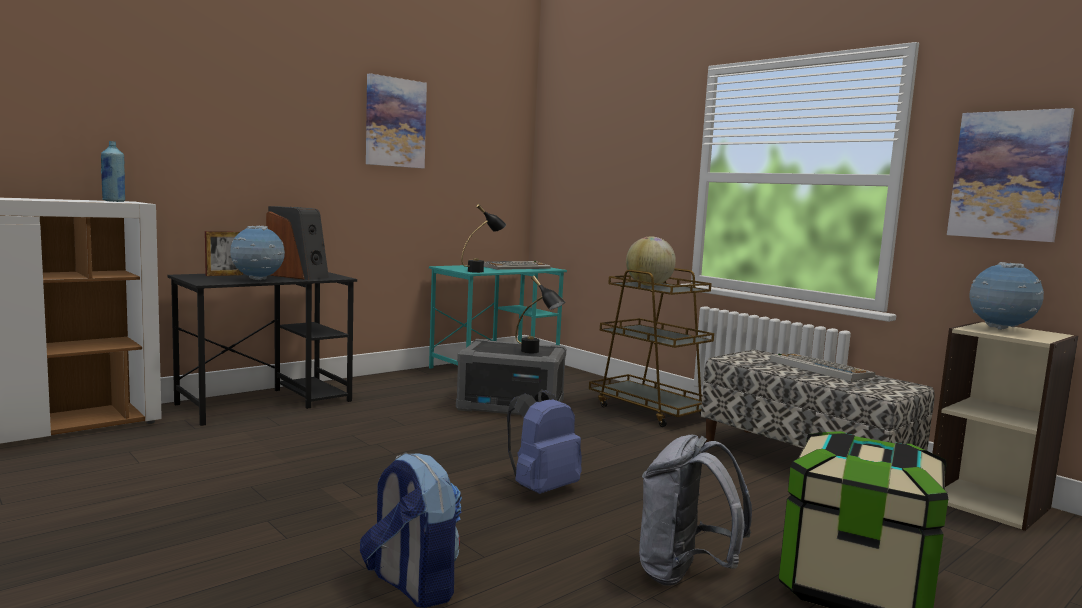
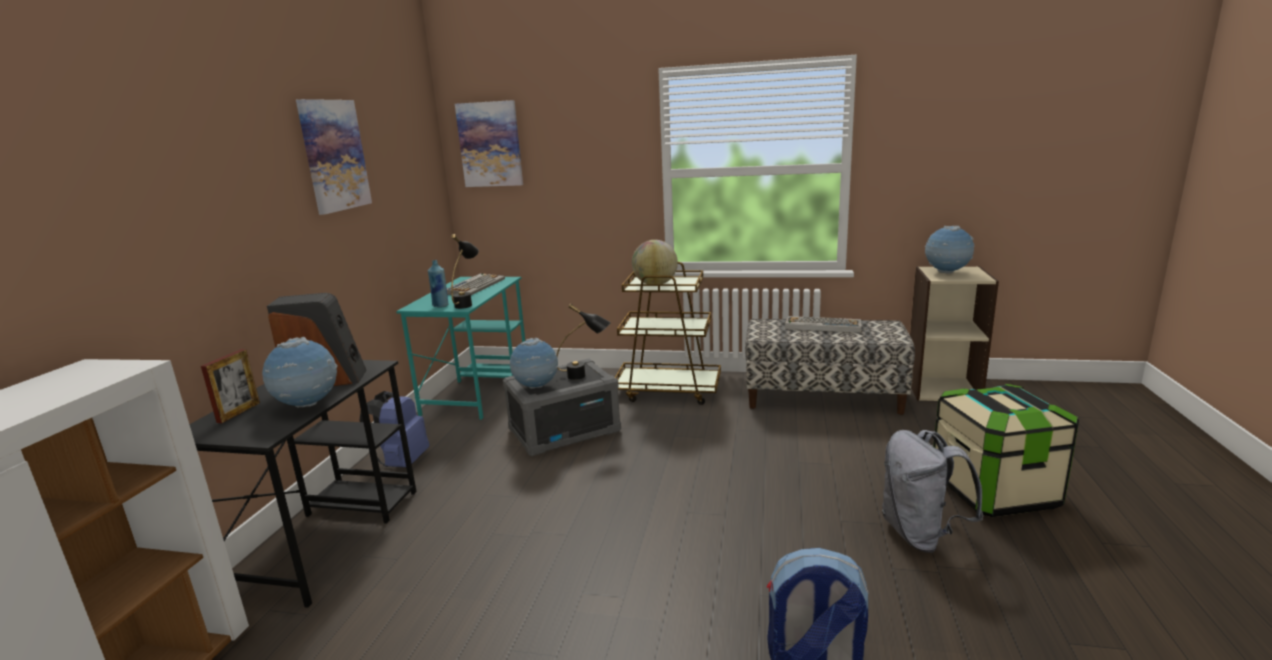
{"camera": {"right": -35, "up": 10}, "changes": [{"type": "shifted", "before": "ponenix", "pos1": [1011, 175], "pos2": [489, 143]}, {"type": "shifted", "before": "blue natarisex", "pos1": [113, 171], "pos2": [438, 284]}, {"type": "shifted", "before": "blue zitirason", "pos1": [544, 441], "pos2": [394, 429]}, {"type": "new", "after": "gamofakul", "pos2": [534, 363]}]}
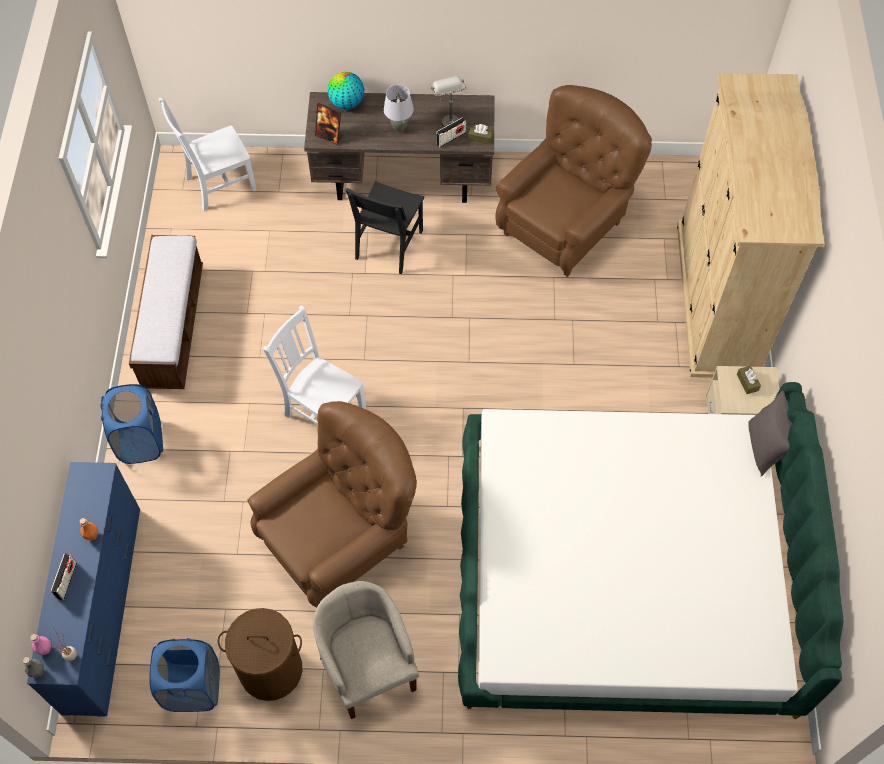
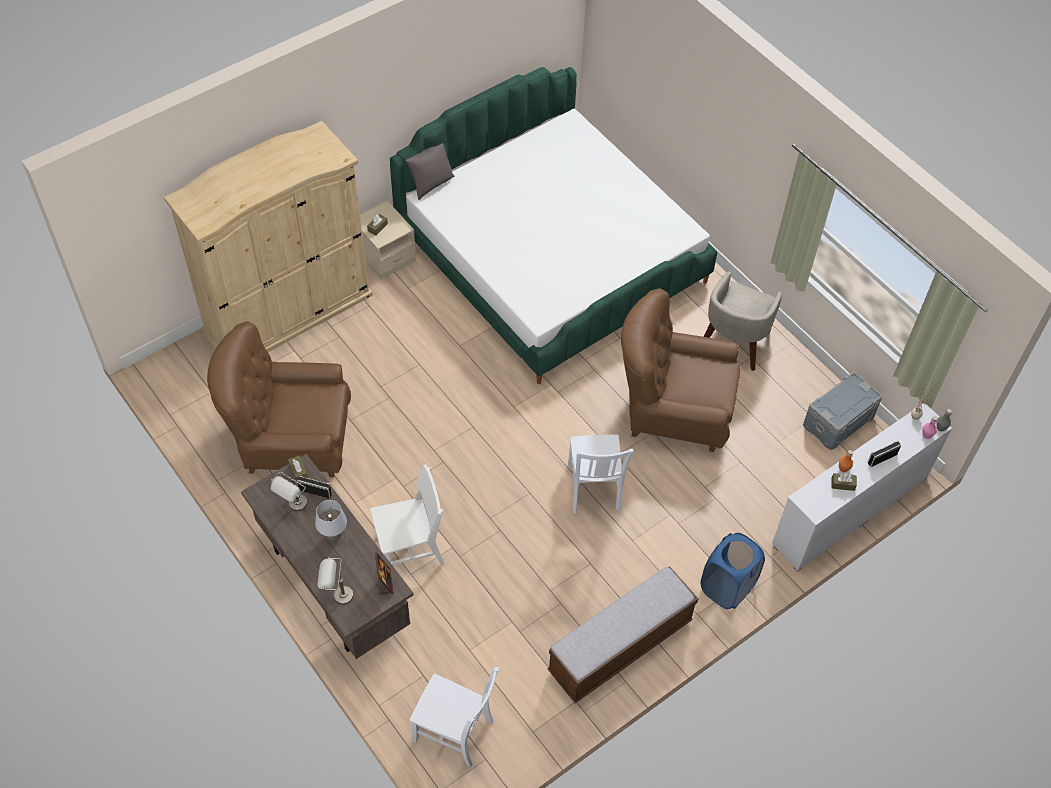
{"camera": {"right": -130, "up": -5}, "changes": [{"type": "swapped", "before": "gamofakul", "after": "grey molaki", "pos1": [346, 91], "pos2": [335, 580]}, {"type": "repainted", "before": "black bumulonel", "after": "white bumulonel", "pos1": [385, 227], "pos2": [407, 514]}, {"type": "repainted", "before": "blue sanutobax", "after": "white sanutobax", "pos1": [83, 589], "pos2": [862, 487]}, {"type": "gone", "before": "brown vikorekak", "pos1": [260, 654]}, {"type": "swapped", "before": "blue vikorekak", "after": "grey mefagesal", "pos1": [184, 675], "pos2": [842, 411]}, {"type": "new", "after": "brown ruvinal", "pos2": [844, 482]}]}
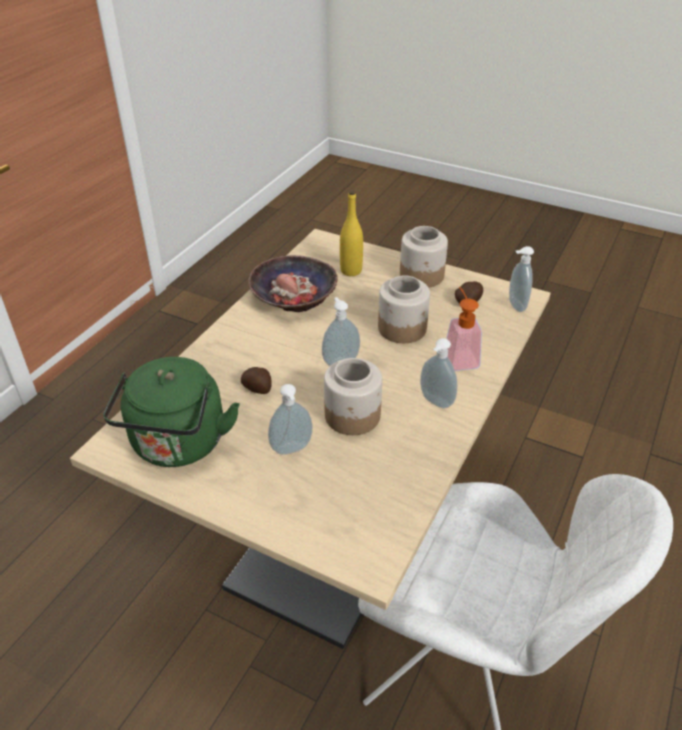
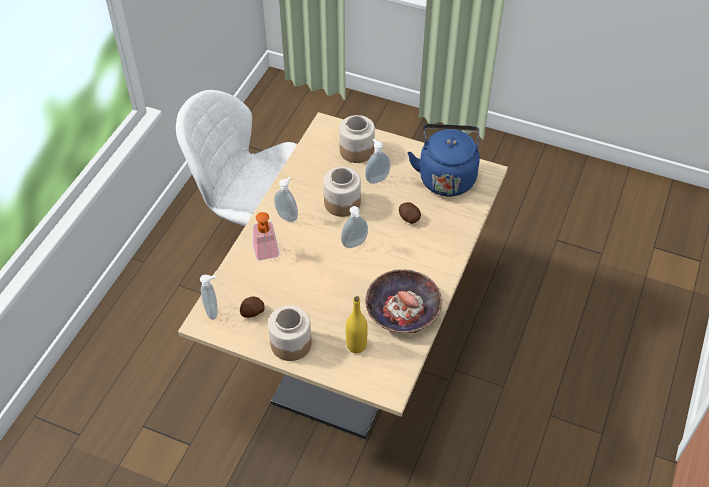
{"camera": {"right": 175, "up": 10}, "changes": [{"type": "shifted", "before": "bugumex", "pos1": [404, 309], "pos2": [357, 139]}, {"type": "repainted", "before": "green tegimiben", "after": "blue tegimiben", "pos1": [171, 412], "pos2": [444, 160]}]}
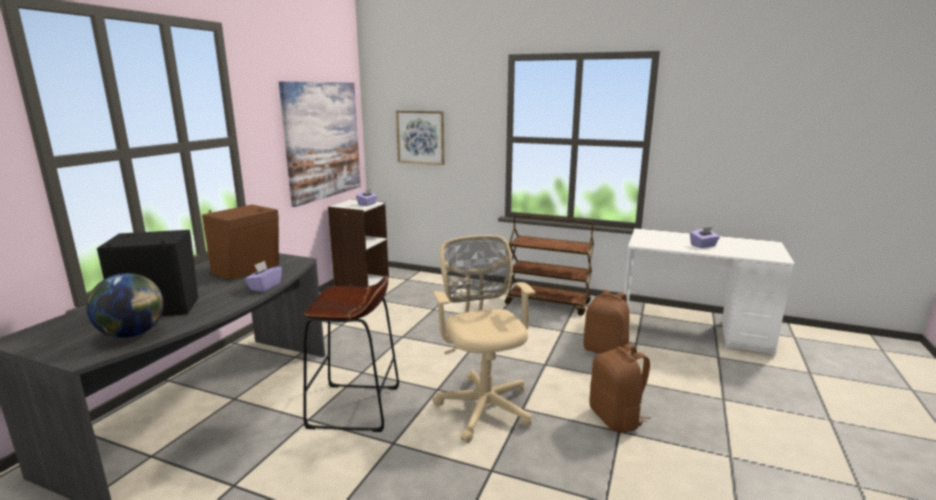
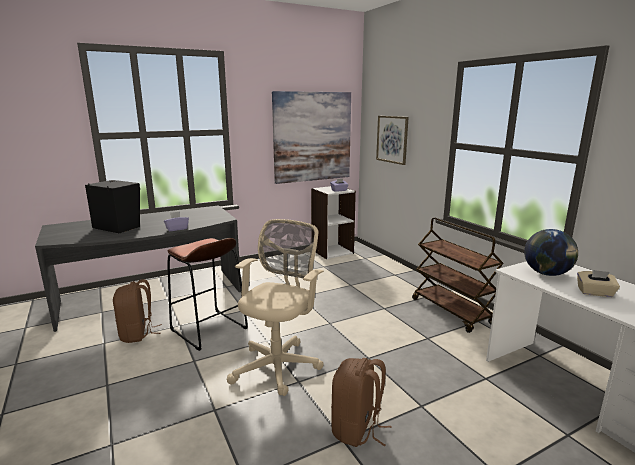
{"camera": {"right": 40, "up": 0}, "changes": [{"type": "gone", "before": "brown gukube", "pos1": [240, 241]}, {"type": "repainted", "before": "purple ruvinal", "after": "beige ruvinal", "pos1": [705, 237], "pos2": [598, 283]}, {"type": "shifted", "before": "gamofakul", "pos1": [125, 305], "pos2": [551, 252]}, {"type": "shifted", "before": "brown zitirason", "pos1": [607, 322], "pos2": [137, 311]}]}
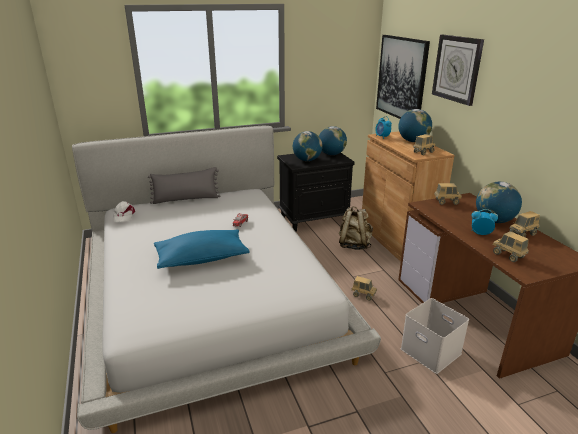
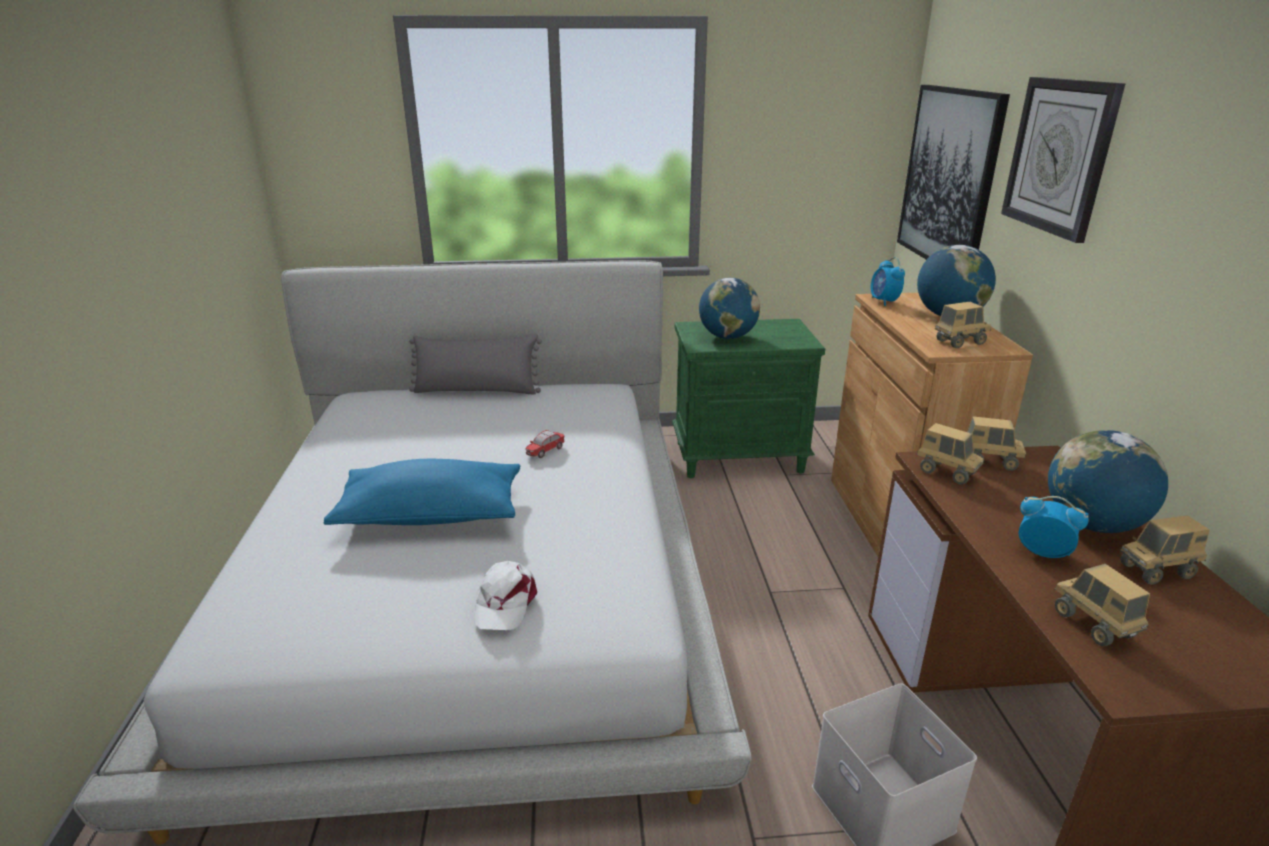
{"camera": {"right": 15, "up": 0}, "changes": [{"type": "gone", "before": "gamofakul", "pos1": [333, 140]}, {"type": "repainted", "before": "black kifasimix", "after": "green kifasimix", "pos1": [316, 191], "pos2": [748, 398]}, {"type": "shifted", "before": "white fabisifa", "pos1": [124, 211], "pos2": [505, 595]}, {"type": "gone", "before": "beige zitirason", "pos1": [356, 228]}, {"type": "shifted", "before": "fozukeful", "pos1": [364, 288], "pos2": [950, 453]}]}
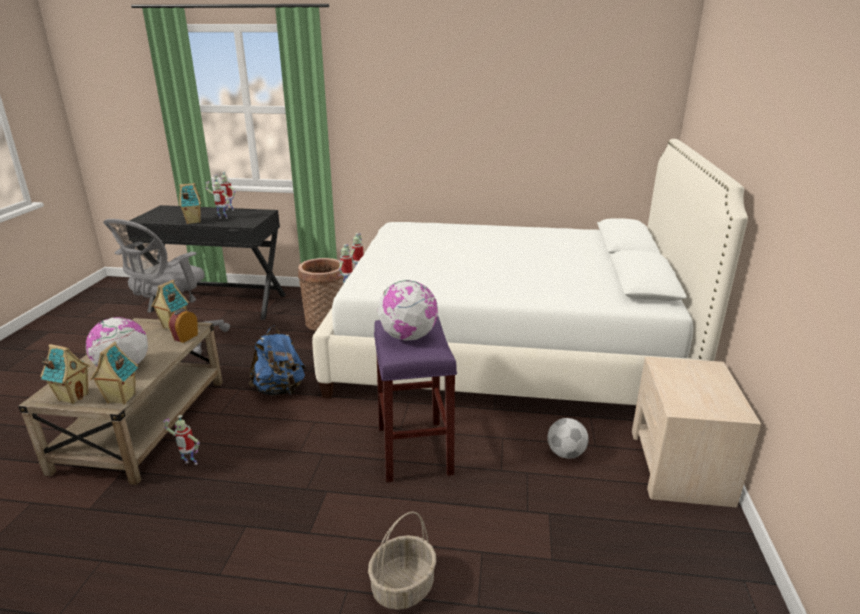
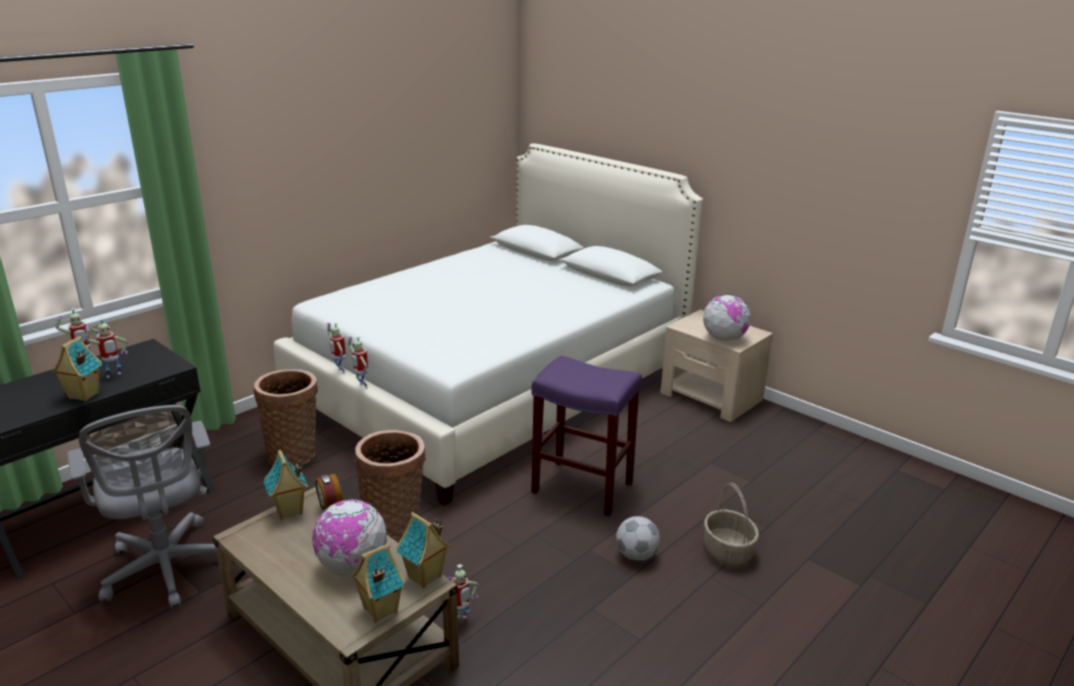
{"camera": {"right": -55, "up": 0}, "changes": [{"type": "shifted", "before": "gamofakul", "pos1": [408, 310], "pos2": [727, 317]}, {"type": "swapped", "before": "blue zitirason", "after": "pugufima", "pos1": [277, 361], "pos2": [390, 486]}, {"type": "shifted", "before": "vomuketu", "pos1": [568, 438], "pos2": [638, 538]}]}
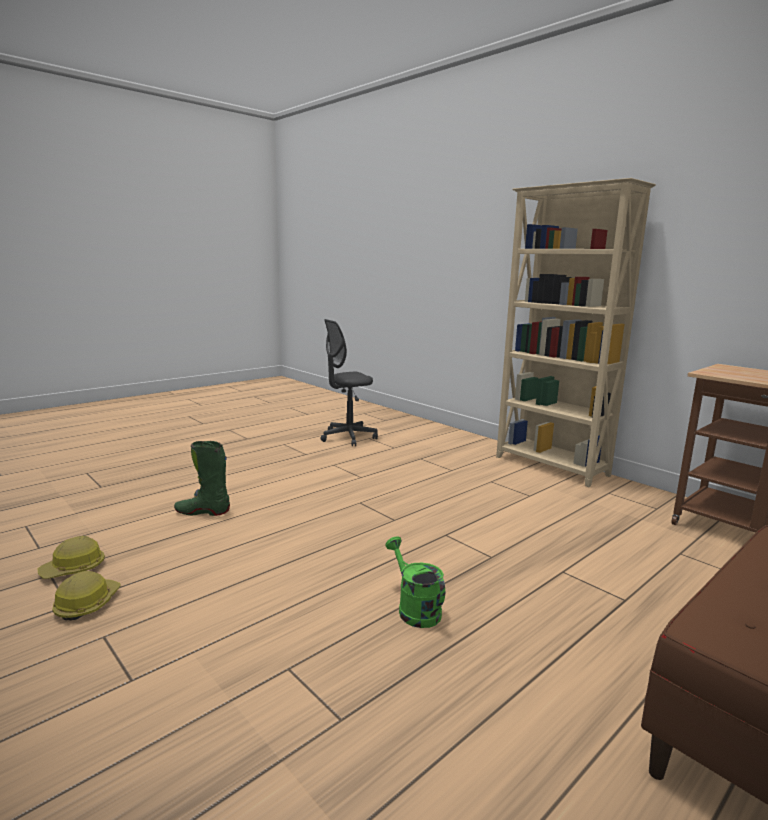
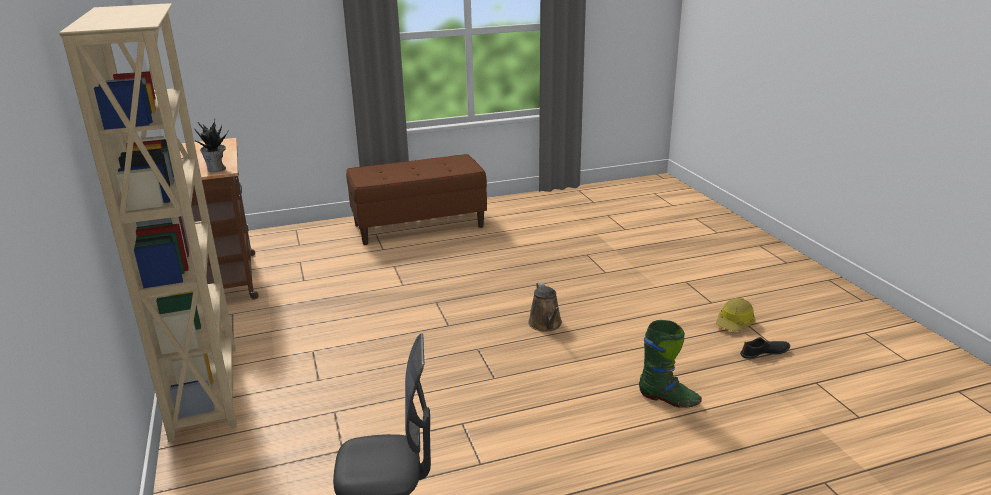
{"camera": {"right": -155, "up": 10}, "changes": [{"type": "swapped", "before": "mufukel", "after": "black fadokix", "pos1": [71, 557], "pos2": [765, 348]}, {"type": "gone", "before": "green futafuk", "pos1": [415, 582]}, {"type": "new", "after": "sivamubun", "pos2": [211, 146]}, {"type": "new", "after": "brown futafuk", "pos2": [545, 306]}]}
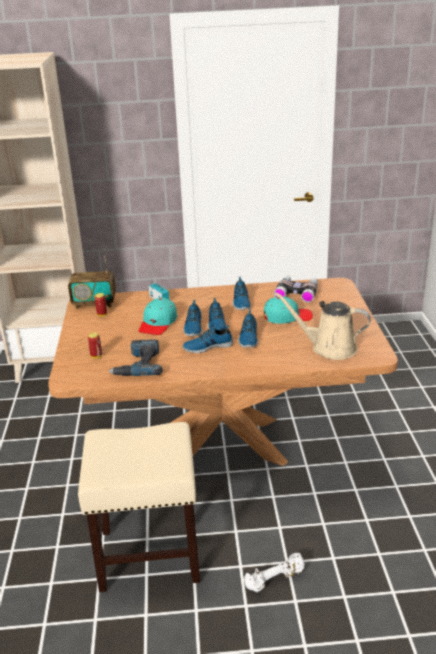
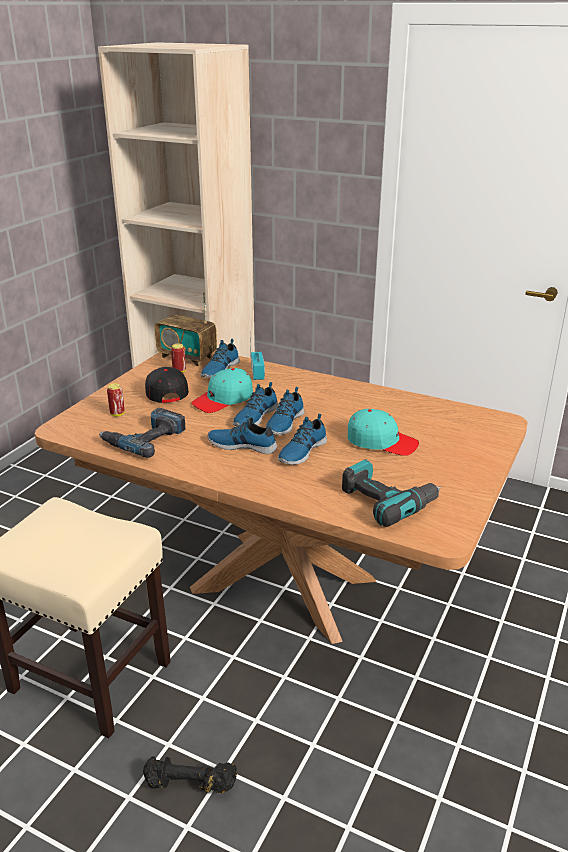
{"camera": {"right": 30, "up": 0}, "changes": [{"type": "gone", "before": "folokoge", "pos1": [296, 289]}, {"type": "shifted", "before": "fadokix", "pos1": [241, 293], "pos2": [220, 358]}, {"type": "swapped", "before": "beige futafuk", "after": "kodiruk", "pos1": [322, 326], "pos2": [391, 493]}, {"type": "repainted", "before": "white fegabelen", "after": "black fegabelen", "pos1": [274, 572], "pos2": [190, 774]}, {"type": "new", "after": "black fabisifa", "pos2": [167, 385]}]}
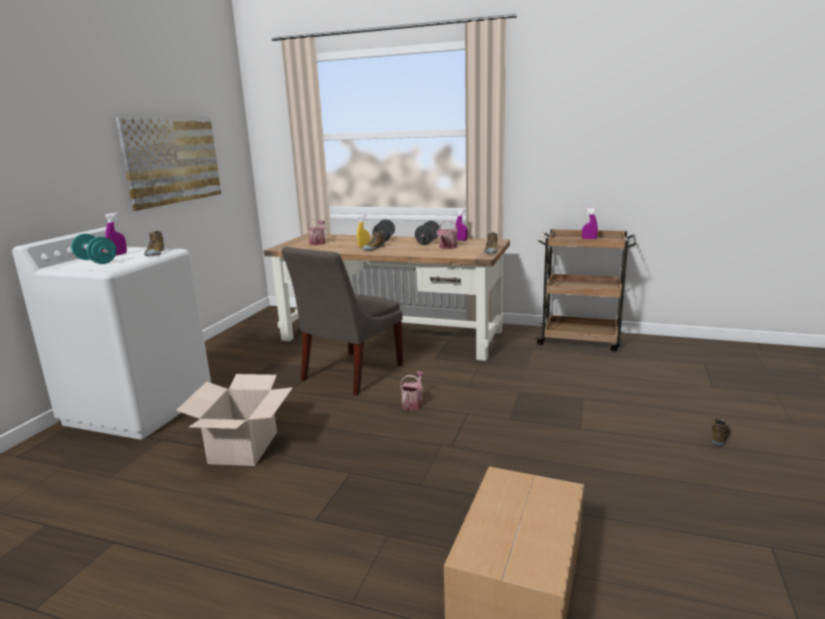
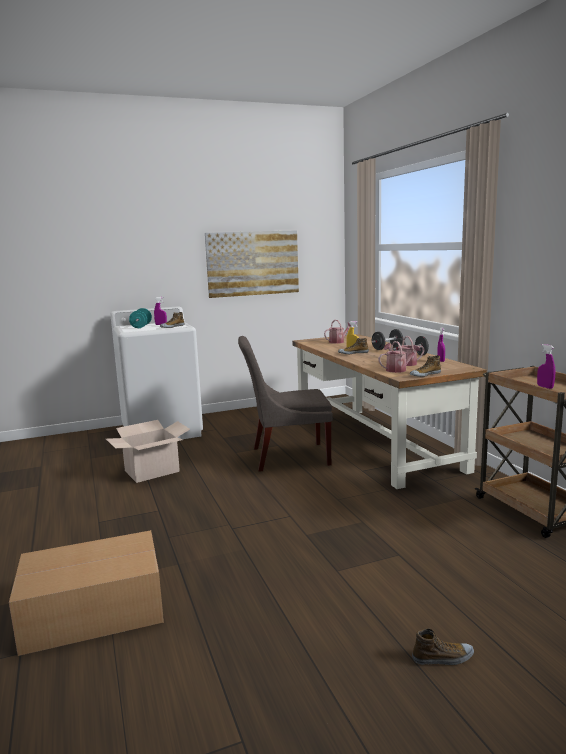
{"camera": {"right": 50, "up": -5}, "changes": [{"type": "shifted", "before": "futafuk", "pos1": [412, 390], "pos2": [399, 357]}]}
